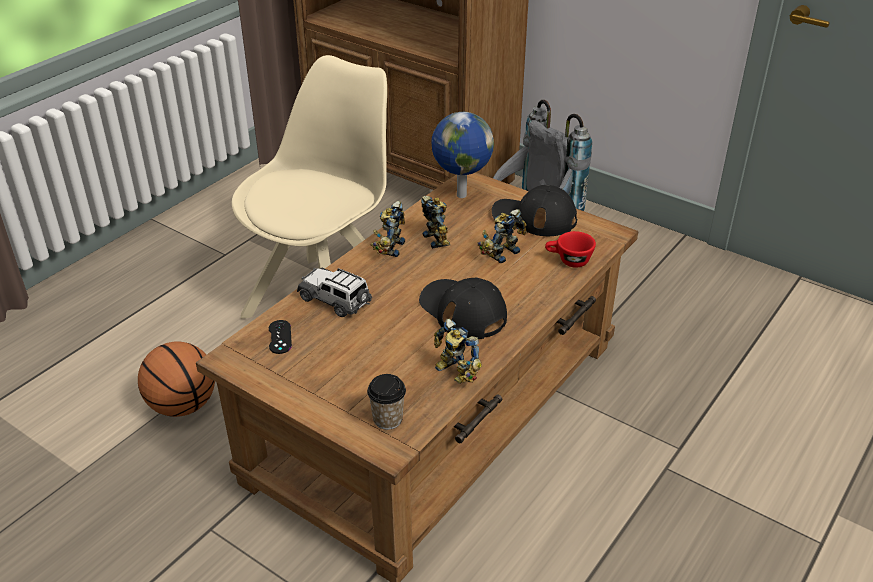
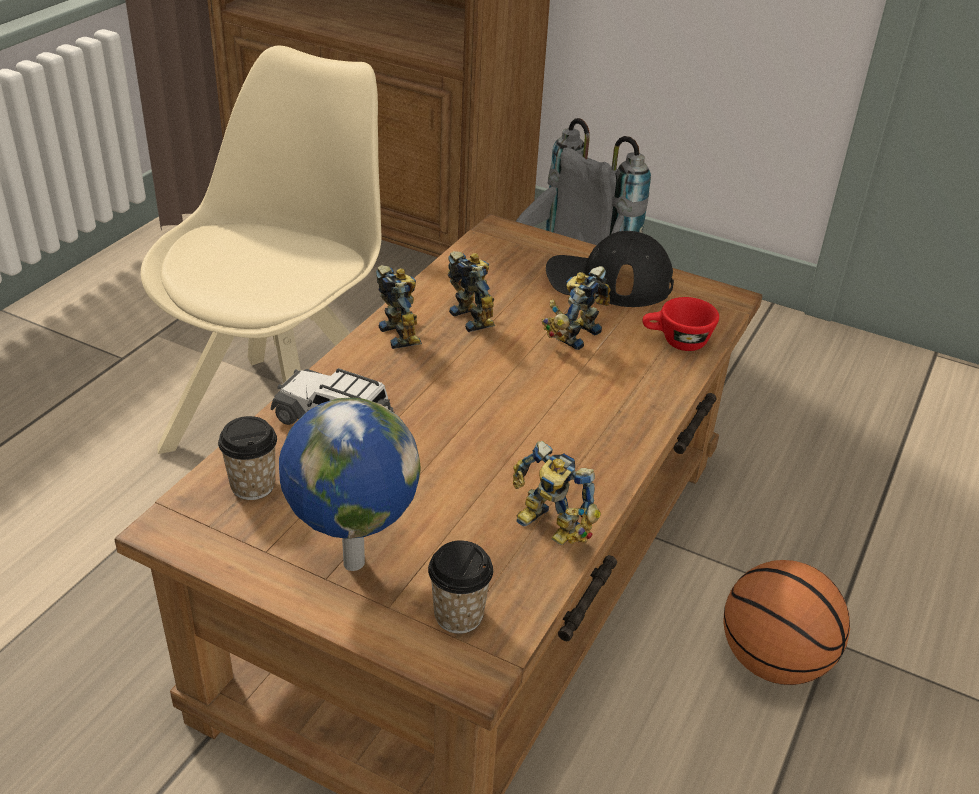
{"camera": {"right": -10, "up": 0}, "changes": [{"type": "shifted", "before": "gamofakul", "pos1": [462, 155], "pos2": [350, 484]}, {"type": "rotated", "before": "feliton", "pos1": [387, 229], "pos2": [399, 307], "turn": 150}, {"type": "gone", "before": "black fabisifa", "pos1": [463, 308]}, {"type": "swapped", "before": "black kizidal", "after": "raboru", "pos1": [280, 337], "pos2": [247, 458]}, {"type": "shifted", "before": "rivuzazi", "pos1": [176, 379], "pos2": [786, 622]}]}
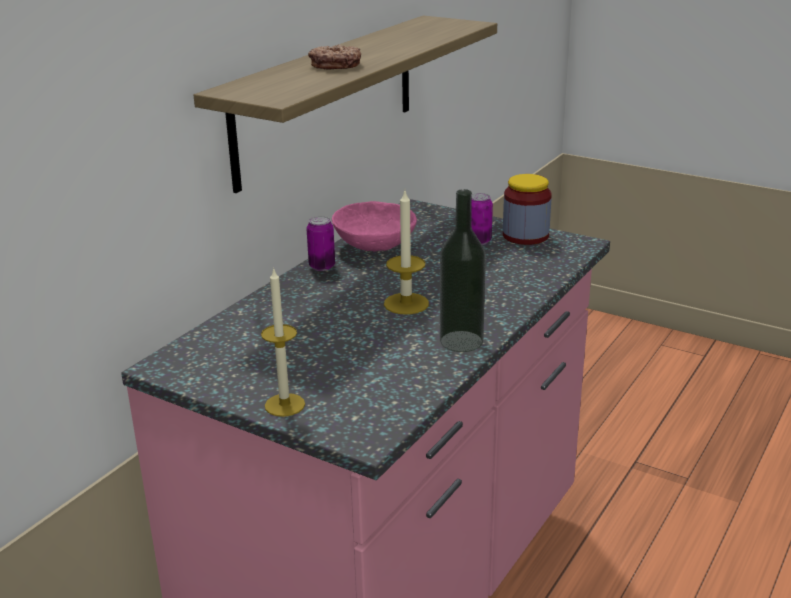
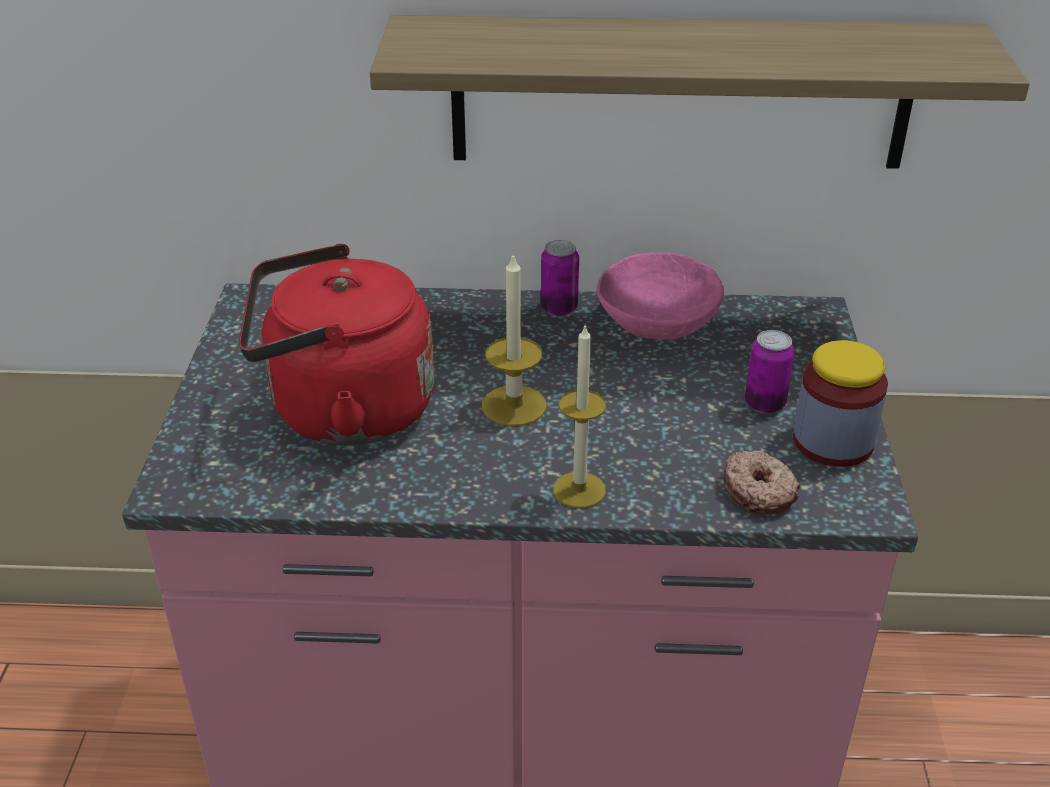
{"camera": {"right": 60, "up": 10}, "changes": [{"type": "shifted", "before": "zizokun", "pos1": [334, 57], "pos2": [762, 482]}, {"type": "gone", "before": "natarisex", "pos1": [463, 270]}, {"type": "shifted", "before": "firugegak", "pos1": [283, 342], "pos2": [579, 415]}, {"type": "new", "after": "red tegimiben", "pos2": [337, 345]}]}
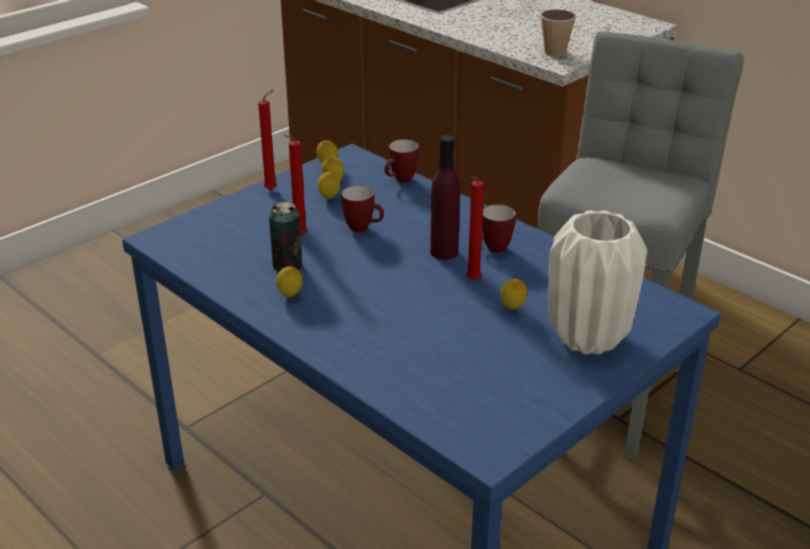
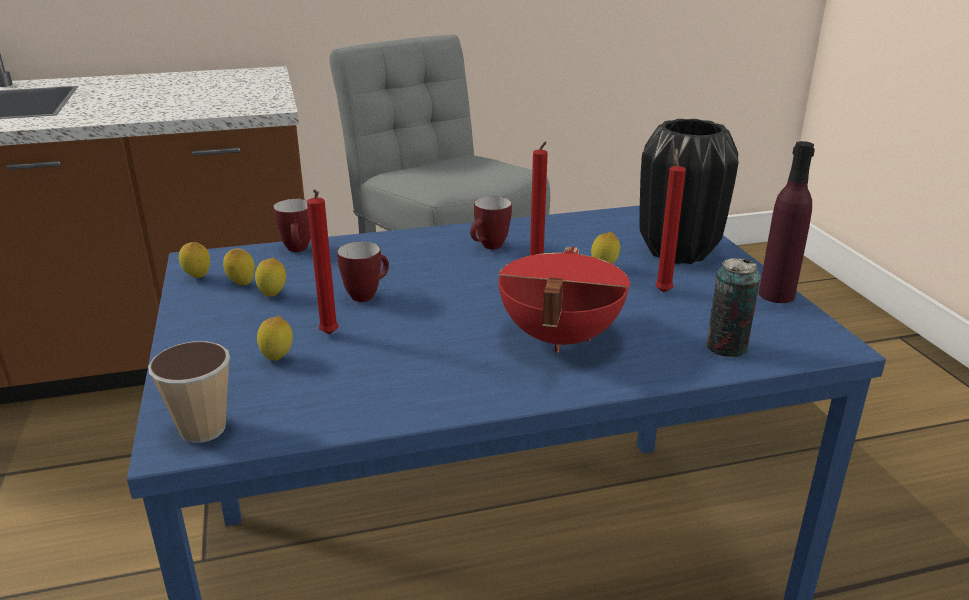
{"camera": {"right": -60, "up": -5}, "changes": [{"type": "shifted", "before": "raboru", "pos1": [558, 33], "pos2": [189, 392]}, {"type": "shifted", "before": "red firugegak", "pos1": [267, 139], "pos2": [670, 220]}, {"type": "shifted", "before": "purple natarisex", "pos1": [445, 197], "pos2": [786, 222]}, {"type": "shifted", "before": "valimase", "pos1": [285, 237], "pos2": [733, 307]}, {"type": "repainted", "before": "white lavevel", "after": "black lavevel", "pos1": [597, 282], "pos2": [689, 191]}, {"type": "shifted", "before": "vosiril", "pos1": [289, 281], "pos2": [275, 338]}, {"type": "new", "after": "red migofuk", "pos2": [564, 300]}]}
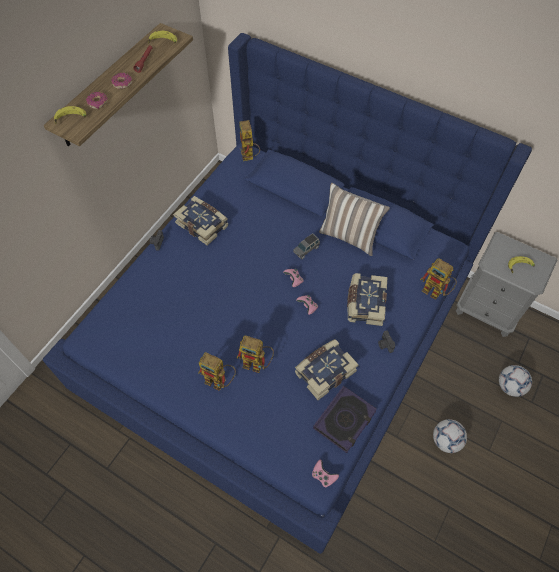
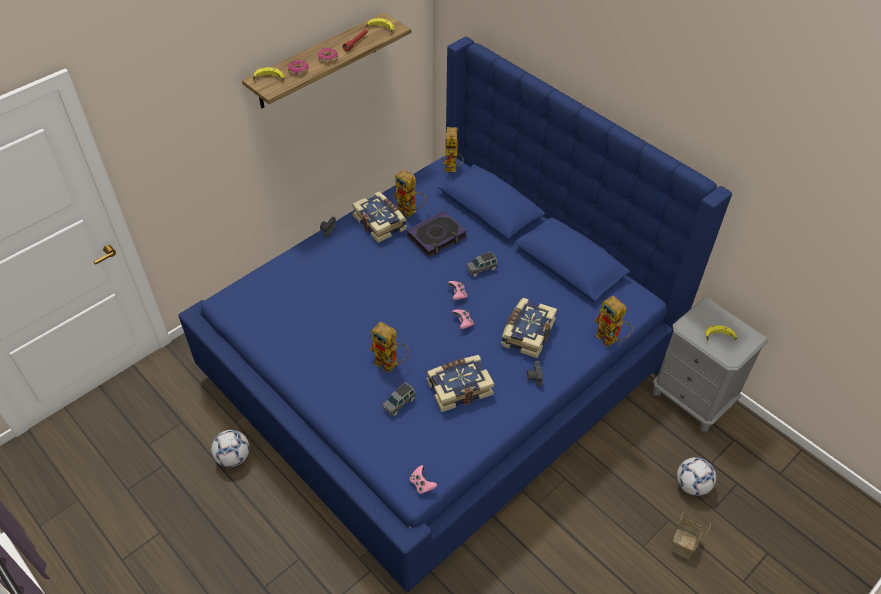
{"camera": {"right": 15, "up": -10}, "changes": [{"type": "gone", "before": "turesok", "pos1": [354, 219]}, {"type": "shifted", "before": "feliton", "pos1": [217, 371], "pos2": [409, 193]}, {"type": "shifted", "before": "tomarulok", "pos1": [345, 419], "pos2": [437, 233]}, {"type": "shifted", "before": "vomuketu", "pos1": [450, 436], "pos2": [230, 448]}, {"type": "new", "after": "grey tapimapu", "pos2": [399, 399]}, {"type": "new", "after": "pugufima", "pos2": [690, 535]}]}
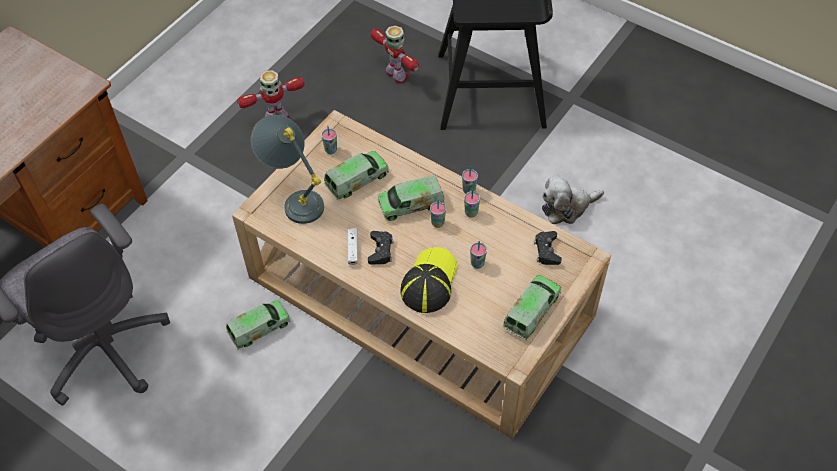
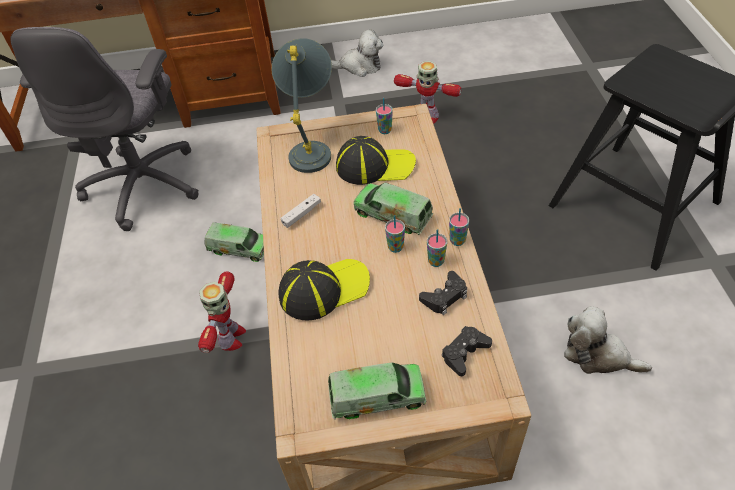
{"camera": {"right": 50, "up": -5}, "changes": [{"type": "shifted", "before": "feliton", "pos1": [395, 54], "pos2": [222, 312]}, {"type": "swapped", "before": "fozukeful", "after": "fabisifa", "pos1": [356, 175], "pos2": [376, 160]}, {"type": "shifted", "before": "black kizidal", "pos1": [381, 247], "pos2": [443, 293]}, {"type": "gone", "before": "raboru", "pos1": [478, 255]}, {"type": "new", "after": "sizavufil", "pos2": [357, 53]}]}
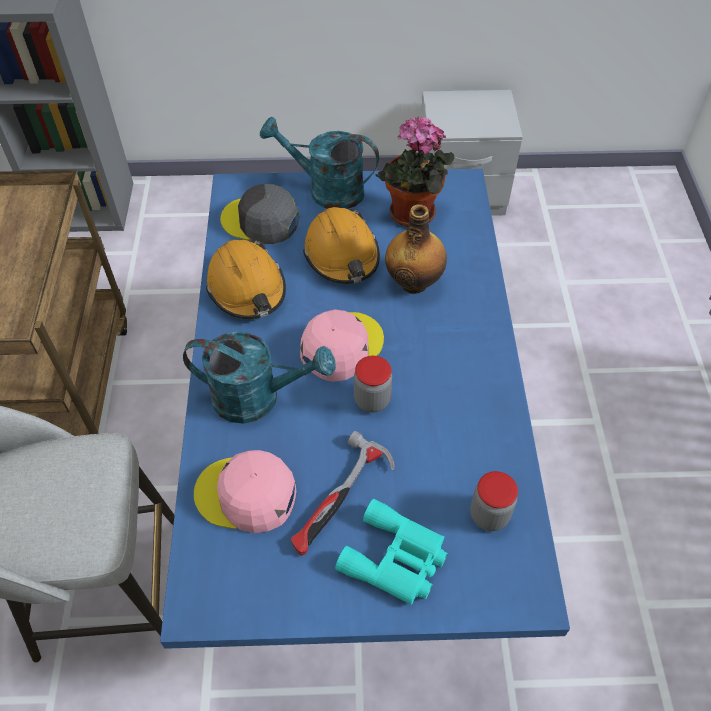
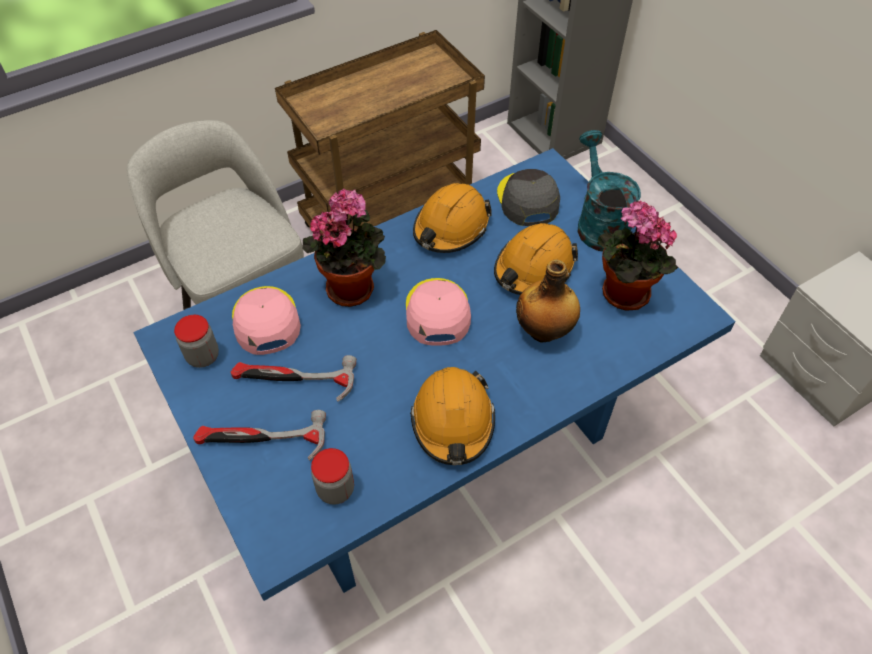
{"camera": {"right": 60, "up": 0}, "changes": [{"type": "rotated", "before": "pink fabisifa", "pos1": [342, 345], "pos2": [438, 312], "turn": -105}, {"type": "swapped", "before": "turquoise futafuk", "after": "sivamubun", "pos1": [259, 378], "pos2": [344, 247]}, {"type": "shifted", "before": "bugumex", "pos1": [373, 384], "pos2": [196, 341]}, {"type": "swapped", "before": "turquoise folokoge", "after": "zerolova", "pos1": [391, 552], "pos2": [259, 435]}, {"type": "new", "after": "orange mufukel", "pos2": [452, 416]}]}
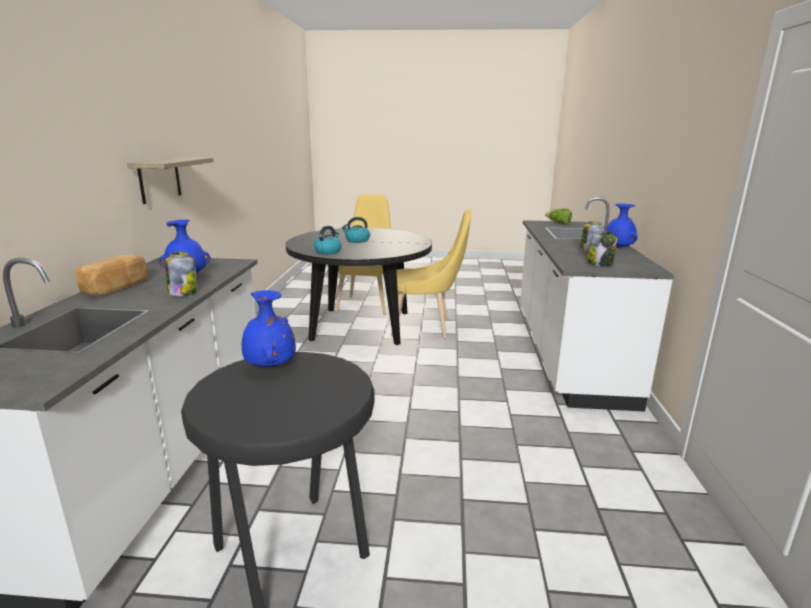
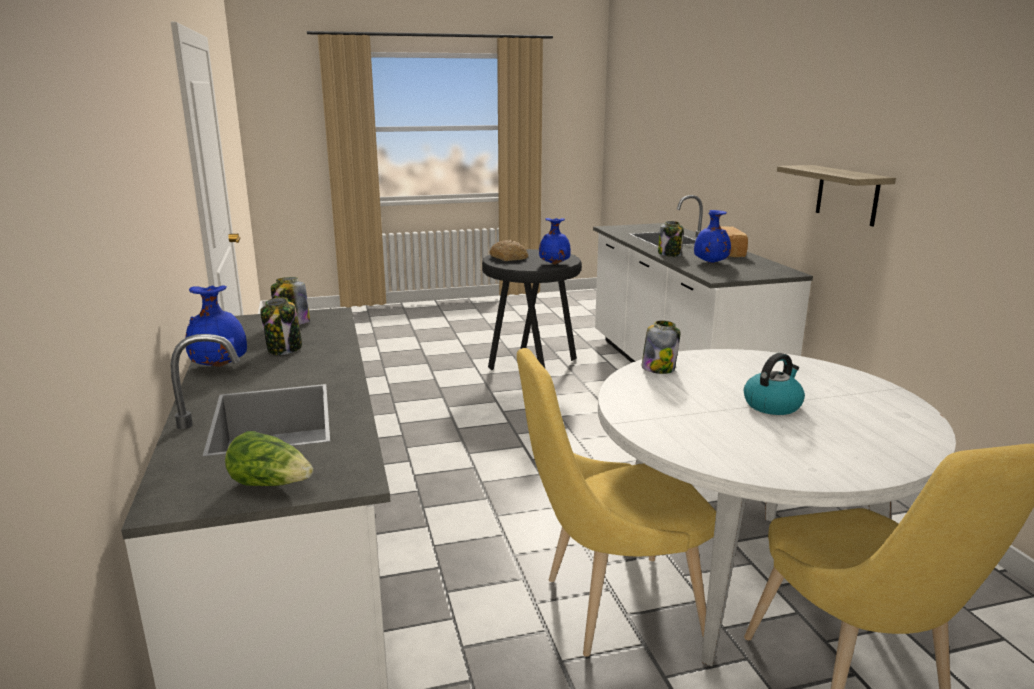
{"camera": {"right": 160, "up": 0}, "changes": [{"type": "gone", "before": "tegimiben", "pos1": [328, 240]}, {"type": "repainted", "before": "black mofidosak", "after": "white mofidosak", "pos1": [359, 286], "pos2": [777, 508]}, {"type": "new", "after": "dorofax", "pos2": [508, 250]}, {"type": "new", "after": "bugumex", "pos2": [661, 347]}]}
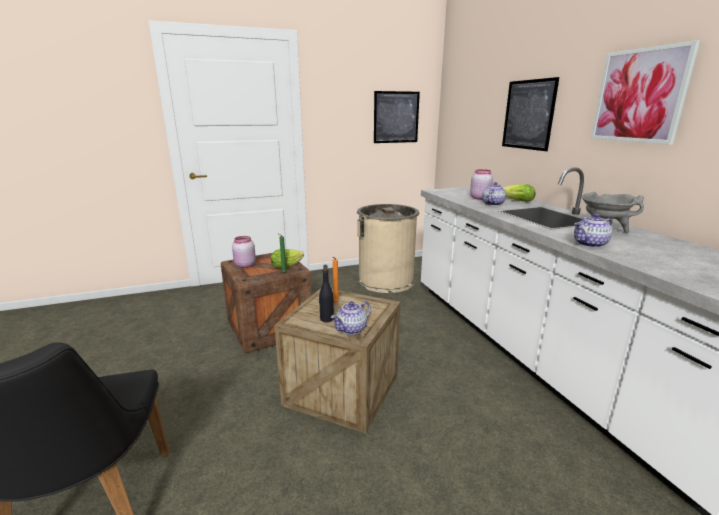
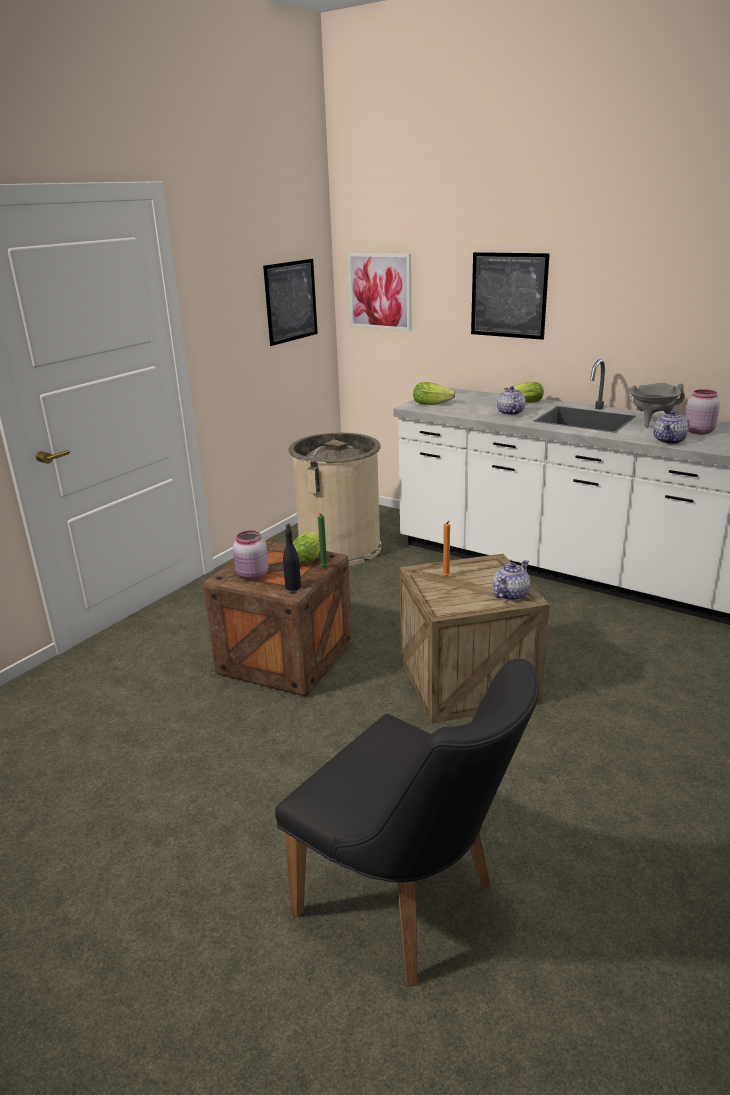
{"camera": {"right": -35, "up": 5}, "changes": [{"type": "shifted", "before": "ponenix", "pos1": [645, 92], "pos2": [380, 292]}, {"type": "shifted", "before": "pink bugumex", "pos1": [481, 184], "pos2": [702, 411]}, {"type": "shifted", "before": "black natarisex", "pos1": [326, 293], "pos2": [292, 557]}, {"type": "rotated", "before": "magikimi", "pos1": [351, 318], "pos2": [511, 580], "turn": -150}, {"type": "new", "after": "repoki", "pos2": [434, 393]}]}
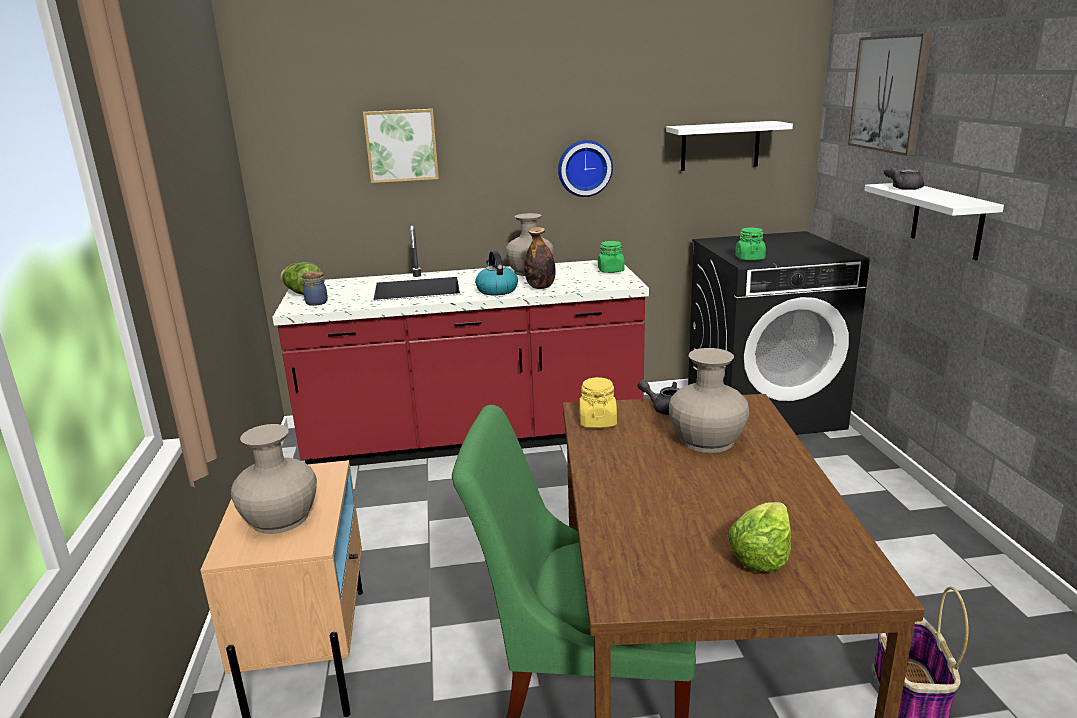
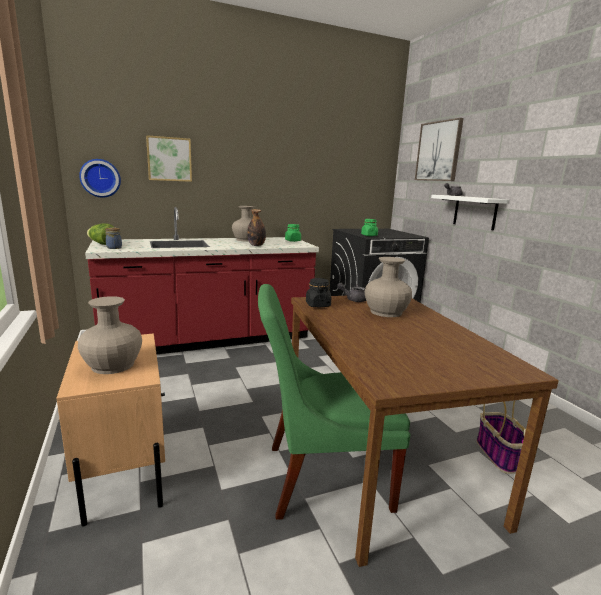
{"camera": {"right": -15, "up": -5}, "changes": [{"type": "gone", "before": "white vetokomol", "pos1": [729, 146]}, {"type": "shifted", "before": "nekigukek", "pos1": [585, 168], "pos2": [100, 178]}, {"type": "gone", "before": "tegimiben", "pos1": [496, 273]}, {"type": "repainted", "before": "yellow bugumex", "after": "black bugumex", "pos1": [598, 402], "pos2": [318, 292]}, {"type": "gone", "before": "repoki", "pos1": [759, 537]}]}
